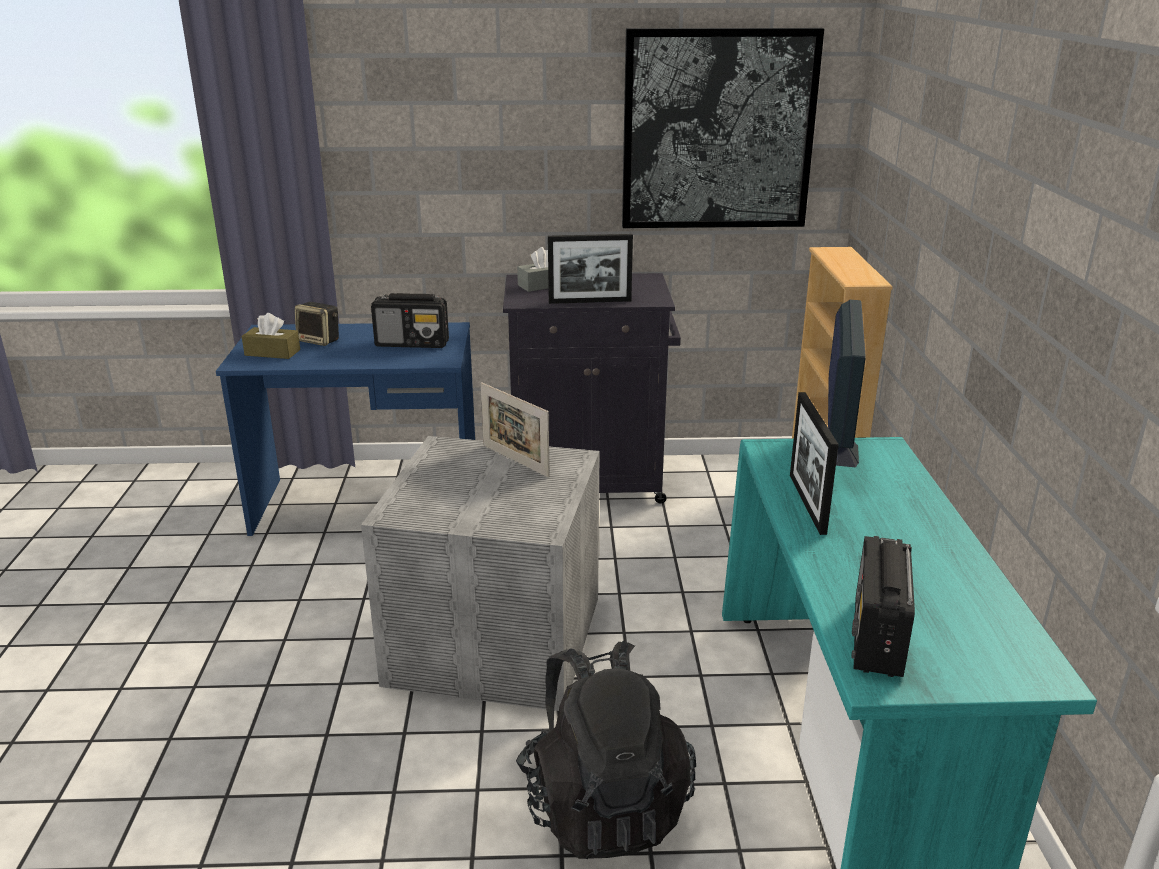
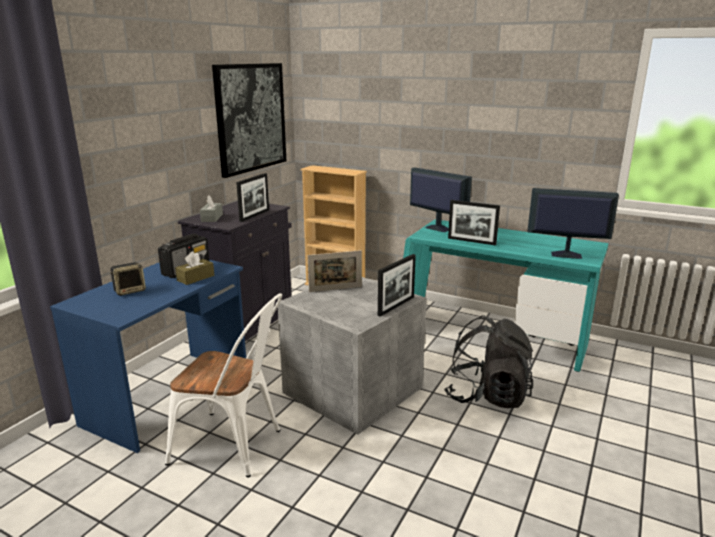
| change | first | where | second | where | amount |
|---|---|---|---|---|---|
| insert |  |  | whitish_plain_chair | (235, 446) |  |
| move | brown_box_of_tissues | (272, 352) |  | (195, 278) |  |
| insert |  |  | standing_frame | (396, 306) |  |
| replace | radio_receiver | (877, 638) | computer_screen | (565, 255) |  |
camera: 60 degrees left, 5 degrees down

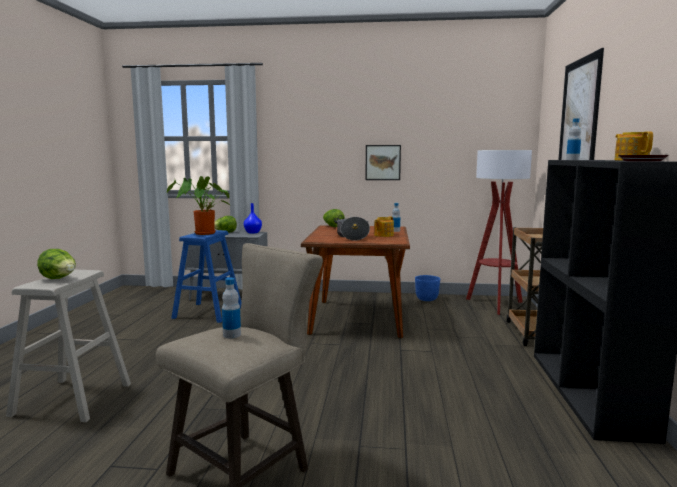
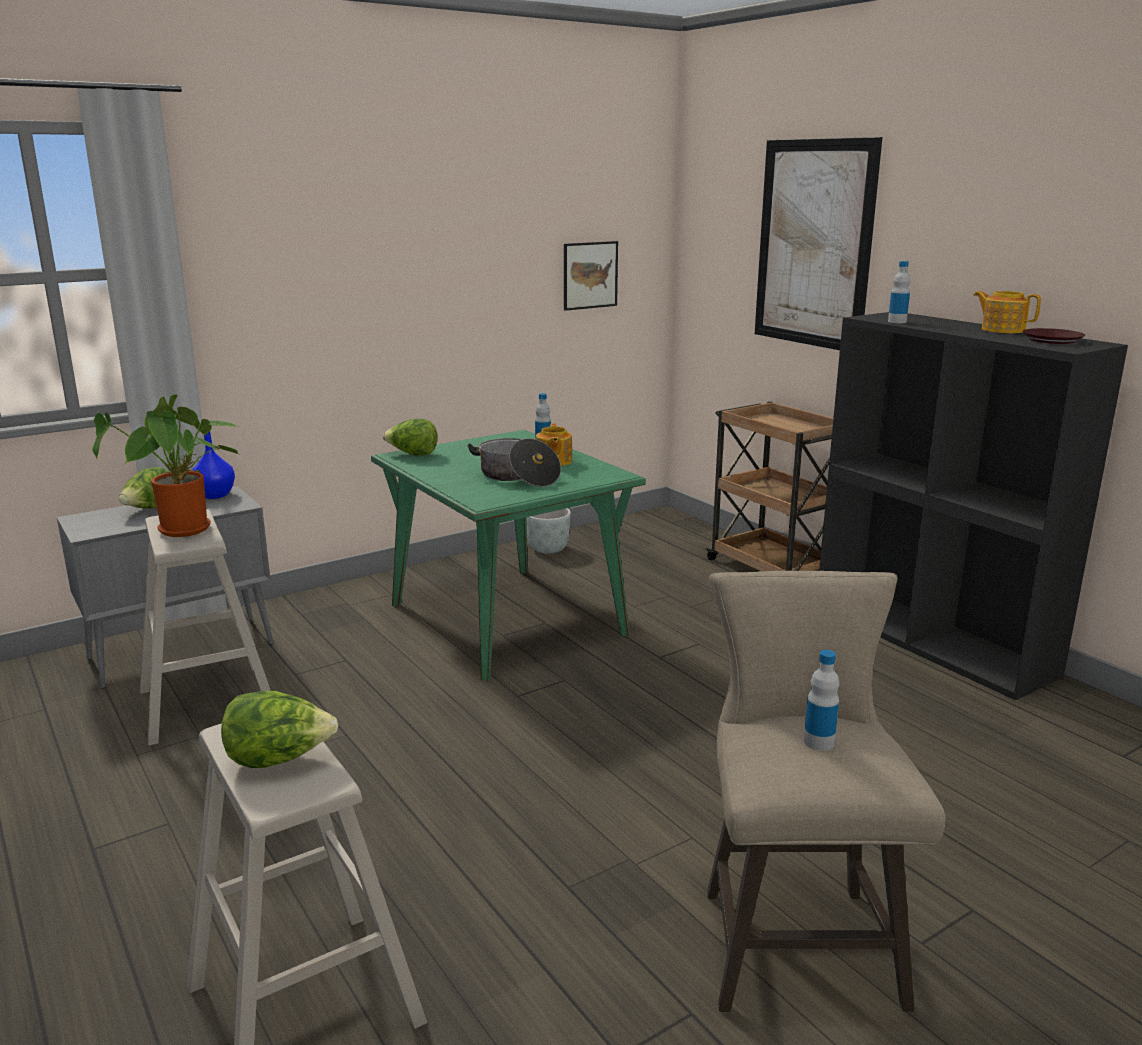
| change | first | where | second | where | amount |
|---|---|---|---|---|---|
| recolor | blue-coloured_stool_seat | (208, 312) | beige_stool_seat | (207, 702) |  |
| recolor | brown_dining_table | (358, 318) | green-coloured_dining_table | (506, 619) |  |
| recolor | blue-coloured_planter | (427, 299) | grey_planter | (548, 549) |  |
| move | picture | (383, 162) |  | (590, 275) |  |
| delete | standing_lamp | (495, 305) |  |  |  |
camera: 40 degrees left, 10 degrees up

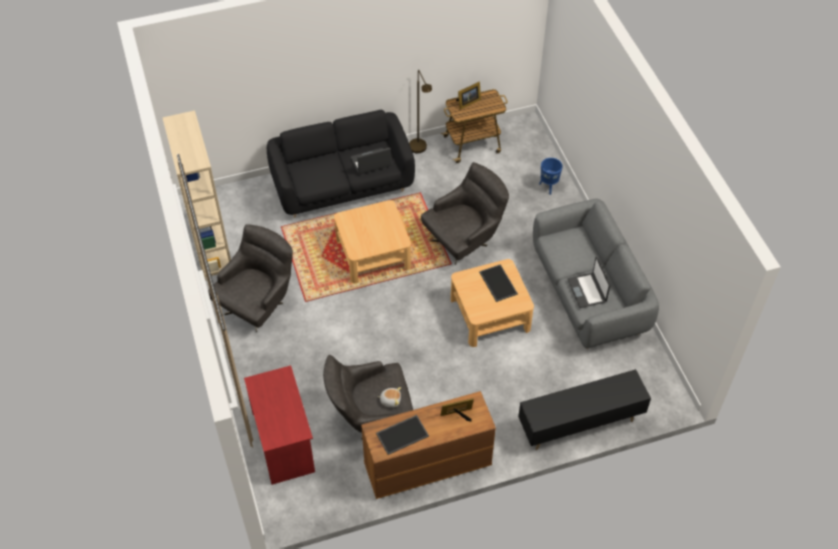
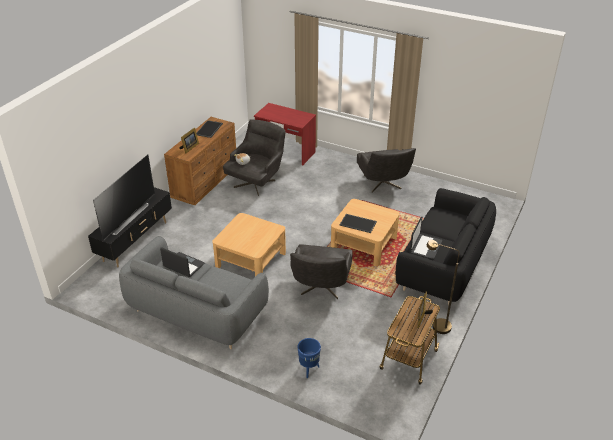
| change | first | where | second | where | amount |
|---|---|---|---|---|---|
| insert |  |  | television | (127, 217) |  |
| move | serving_tray | (497, 283) |  | (358, 223) |  |
| delete | beige_shelving_unit | (211, 249) |  |  |  |
camera: 135 degrees right, 15 degrees down

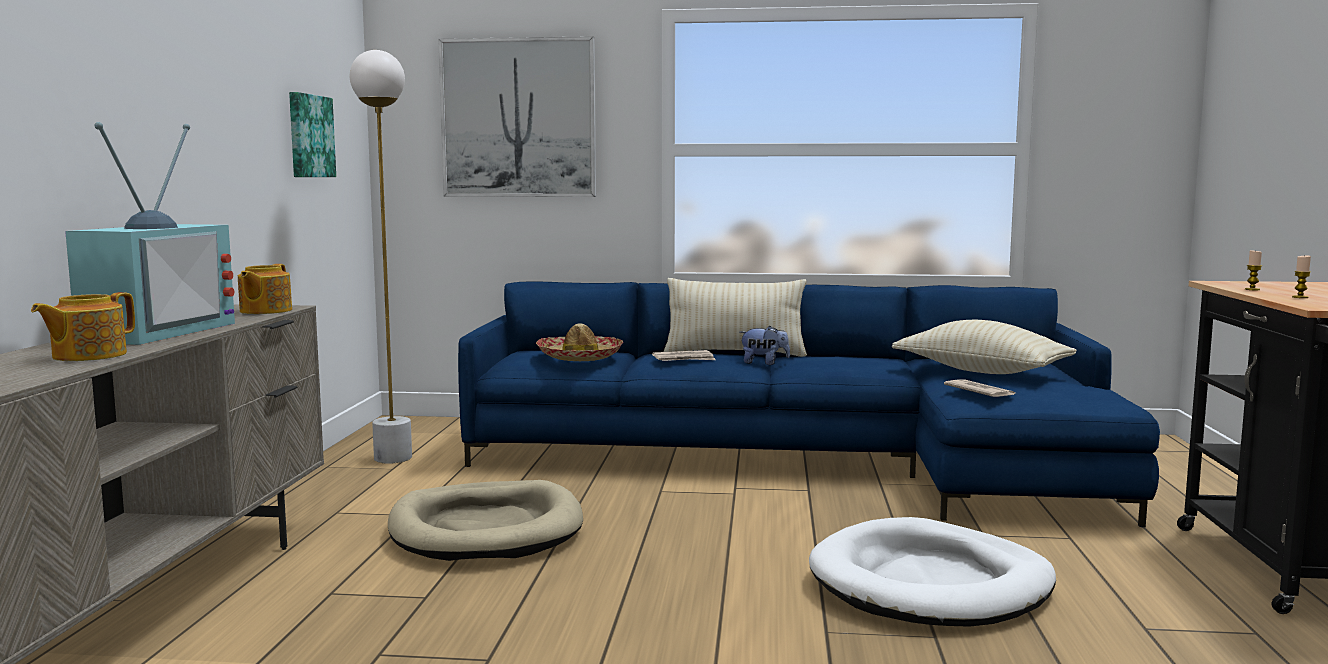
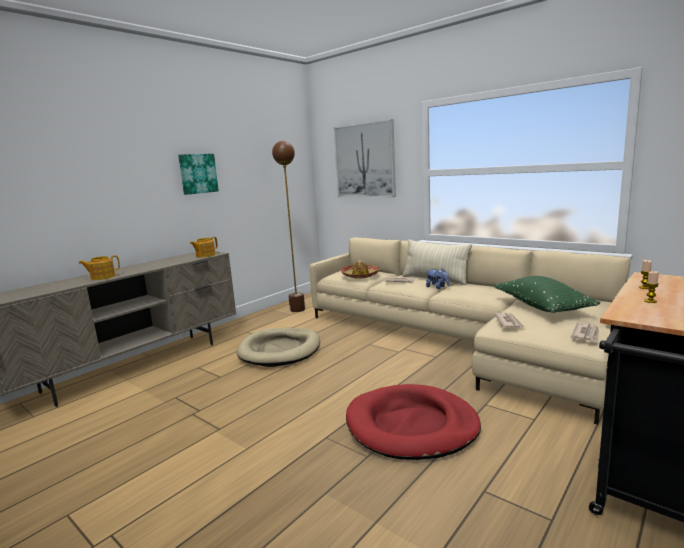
| change | first | where | second | where | amount |
|---|---|---|---|---|---|
| move | picture | (309, 136) |  | (198, 173) |  |
| recolor | whitish_standing_lamp | (393, 458) | brown_standing_lamp | (297, 309) |  |
| recolor | blue-coloured_couch | (807, 462) | beige_couch | (460, 339) |  |
| recolor | whitish_dog_bed | (931, 583) | red_dog_bed | (411, 426) |  |
| recolor | beige_throw_pillow | (981, 371) | green-coloured_throw_pillow | (542, 307) |  |
| insert |  |  | printed_paper | (586, 334) |  |
| delete | television | (154, 331) |  |  |  |
camera: 35 degrees right, 5 degrees up

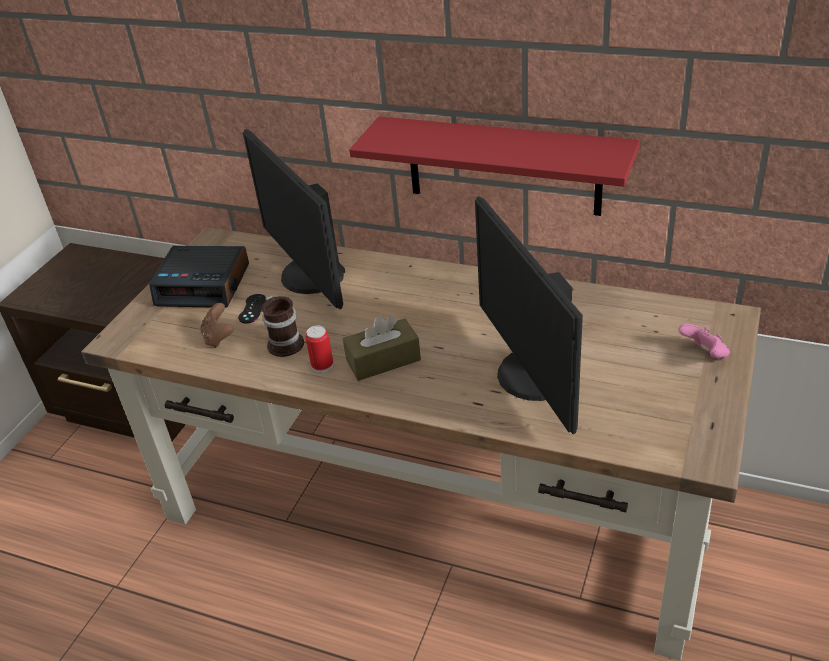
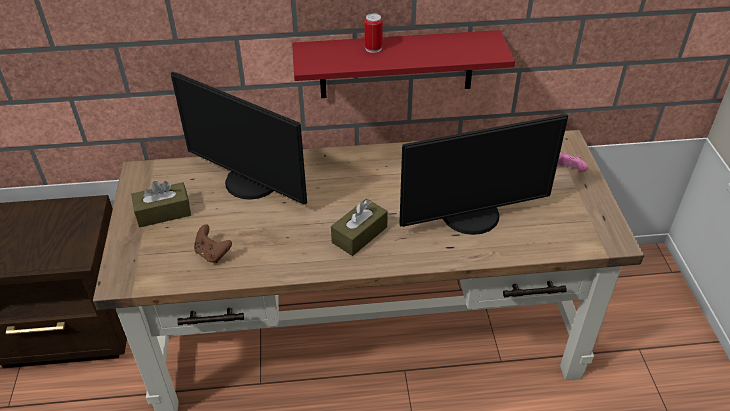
| change | first | where | second | where | amount |
|---|---|---|---|---|---|
| replace | table_clock | (204, 285) | brown_box_of_tissues | (163, 212) |  |
| move | metal_can | (322, 365) |  | (373, 48) |  |
| rotate | computer_screen | (531, 376) |  | (472, 216) | 60 degrees counterclockwise |
| delete | black_gamepad | (252, 309) |  |  |  |
| delete | tea_mug | (286, 342) |  |  |  |
camera: 30 degrees left, 5 degrees up

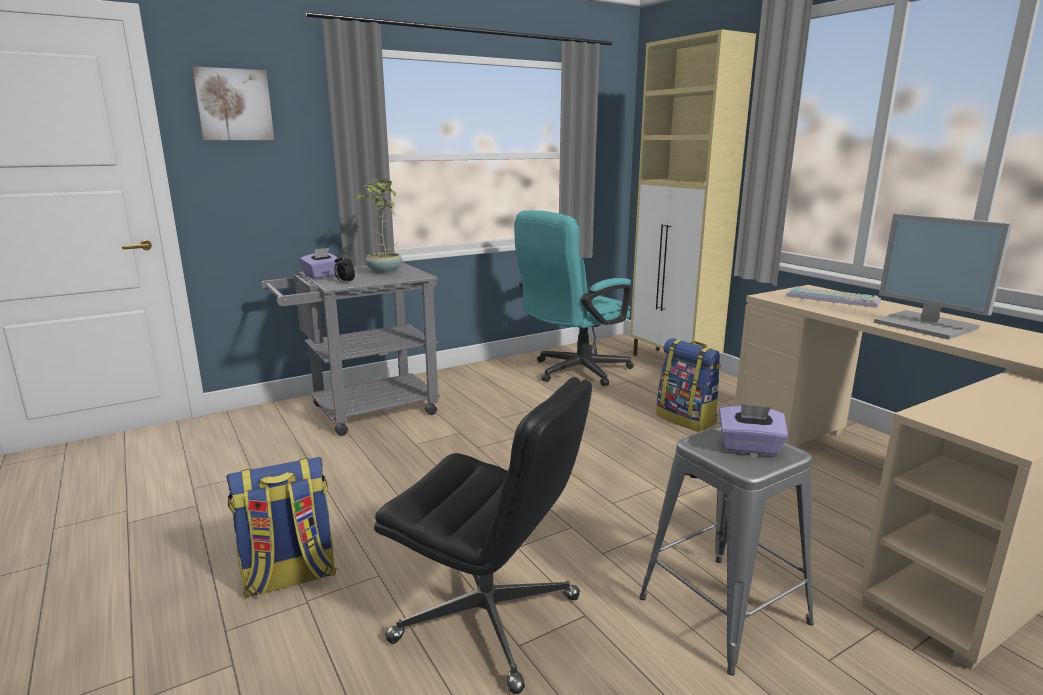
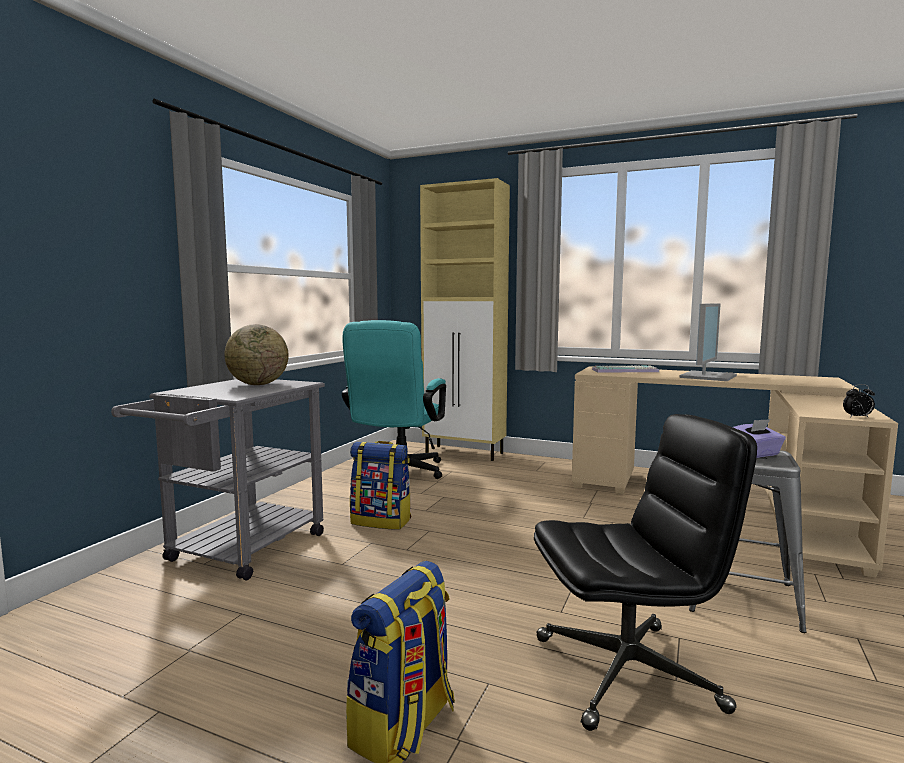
| change | first | where | second | where | amount |
|---|---|---|---|---|---|
| replace | houseplant | (384, 272) | world_globe | (258, 384) |  |
| move | knapsack | (687, 419) |  | (382, 521) |  |
| rotate | computer_screen | (927, 325) |  | (707, 376) | 75 degrees counterclockwise |
| move | table_clock | (345, 282) |  | (857, 417) |  |
| delete | picture | (234, 105) |  |  |  |
| delete | purple_box_of_tissues | (322, 275) |  |  |  |
camera: 35 degrees left, 10 degrees down

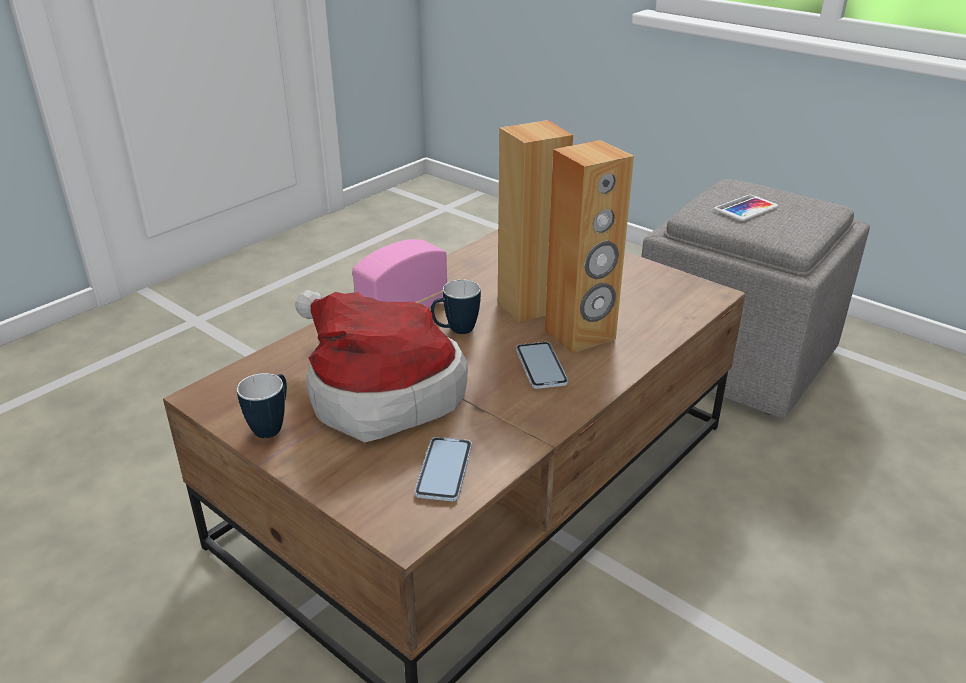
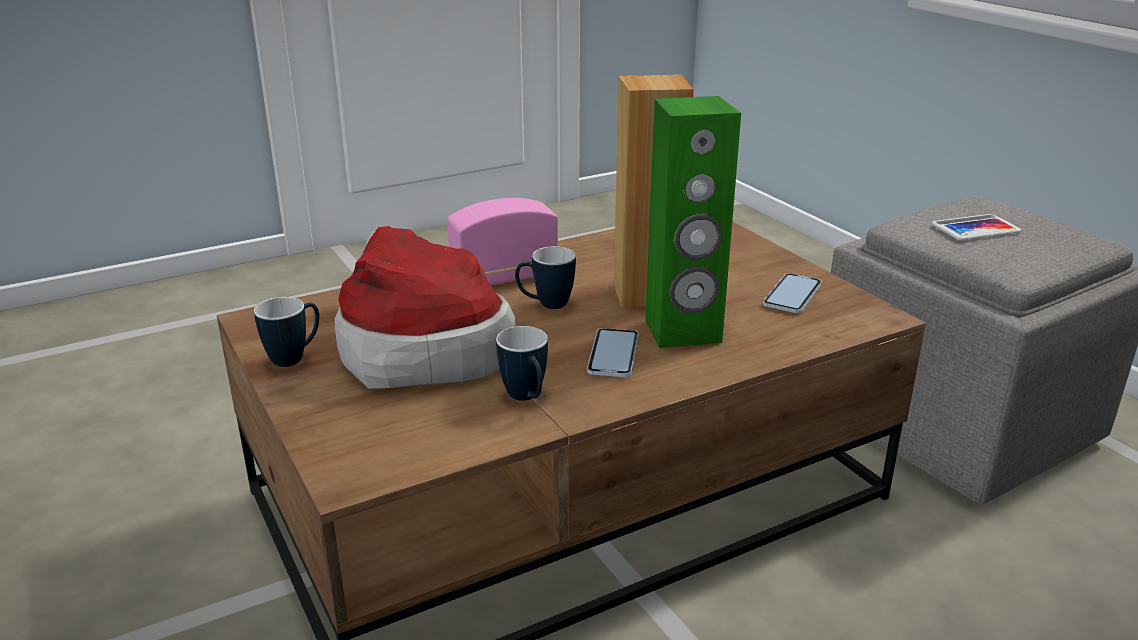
| change | first | where | second | where | amount |
|---|---|---|---|---|---|
| insert |  |  | tea_mug | (527, 398) |  |
| recolor | brown_loudspeaker | (580, 335) | green-coloured_loudspeaker | (683, 332) |  |
| move | phone | (444, 470) |  | (792, 295) |  |
camera: 20 degrees right, 5 degrees down

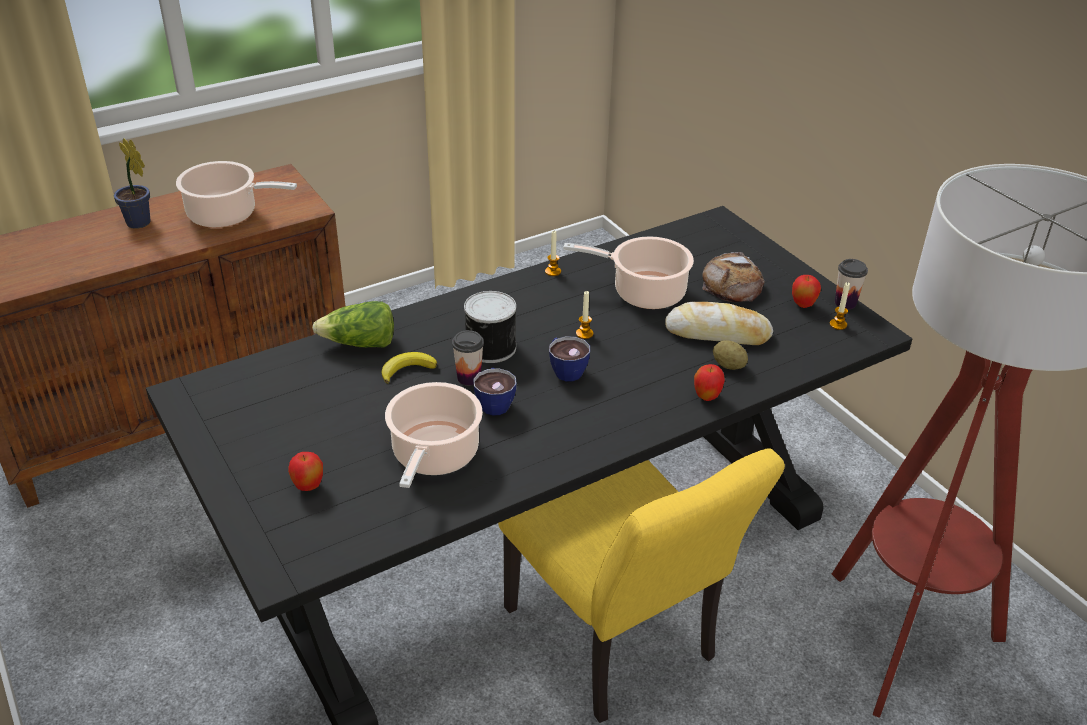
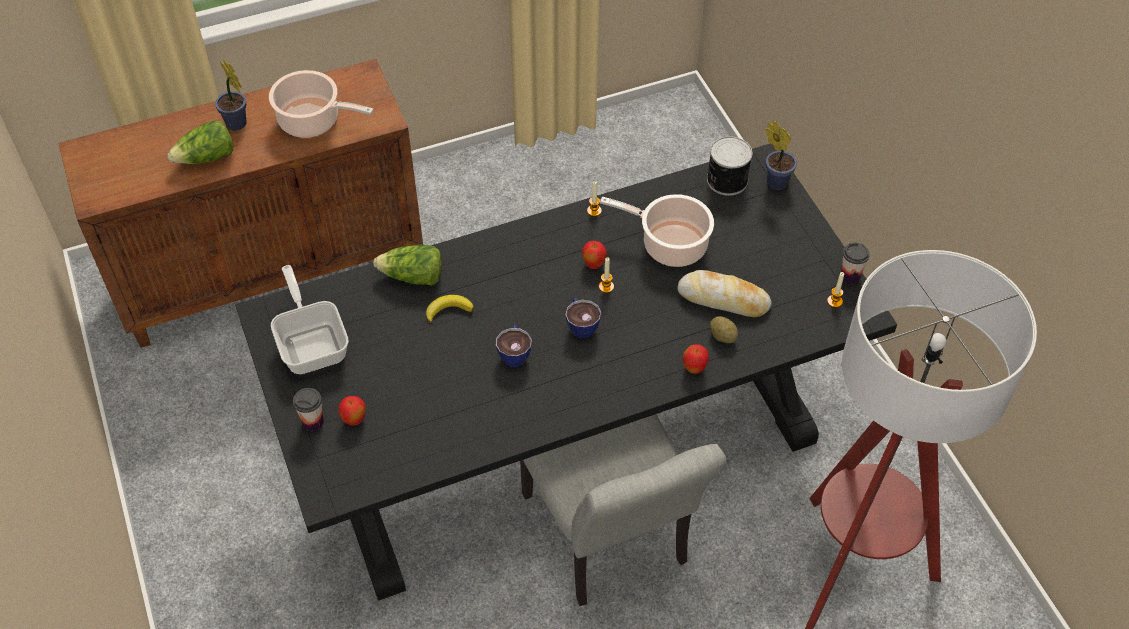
| change | first | where | second | where | amount |
|---|---|---|---|---|---|
| insert |  |  | head_of_lettuce | (207, 158) |  |
| insert |  |  | skillet | (312, 342) |  |
| move | cup | (469, 378) |  | (313, 422) |  |
| recolor | yellowish_plain_chair | (618, 644) | grey_plain_chair | (610, 539) |  |
| move | whole_apple | (803, 305) |  | (594, 264) |  |
| move | metal_can | (489, 347) |  | (726, 180) |  |
| insert |  |  | houseplant | (775, 181) |  |
| delete | cooking_pot | (434, 456) |  |  |  |
| delete | bread | (732, 285) |  |  |  |
camera: 10 degrees right, 15 degrees up

